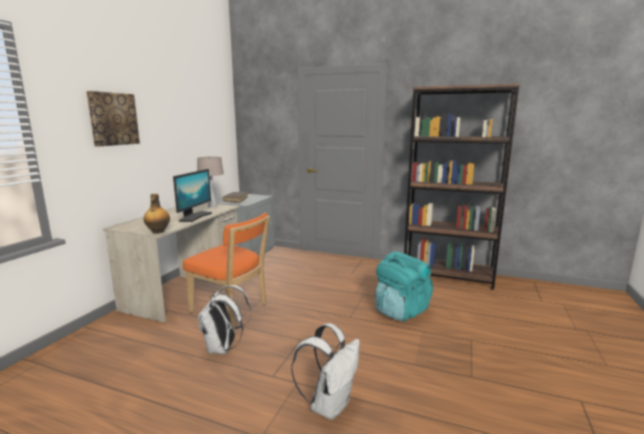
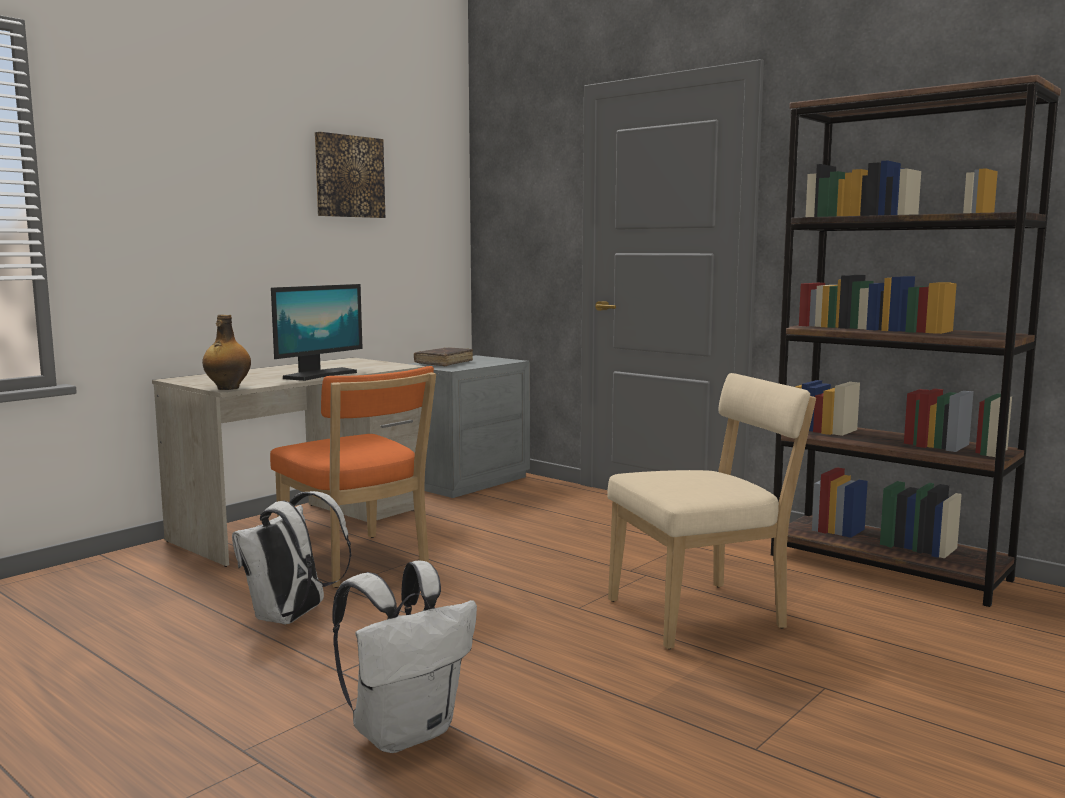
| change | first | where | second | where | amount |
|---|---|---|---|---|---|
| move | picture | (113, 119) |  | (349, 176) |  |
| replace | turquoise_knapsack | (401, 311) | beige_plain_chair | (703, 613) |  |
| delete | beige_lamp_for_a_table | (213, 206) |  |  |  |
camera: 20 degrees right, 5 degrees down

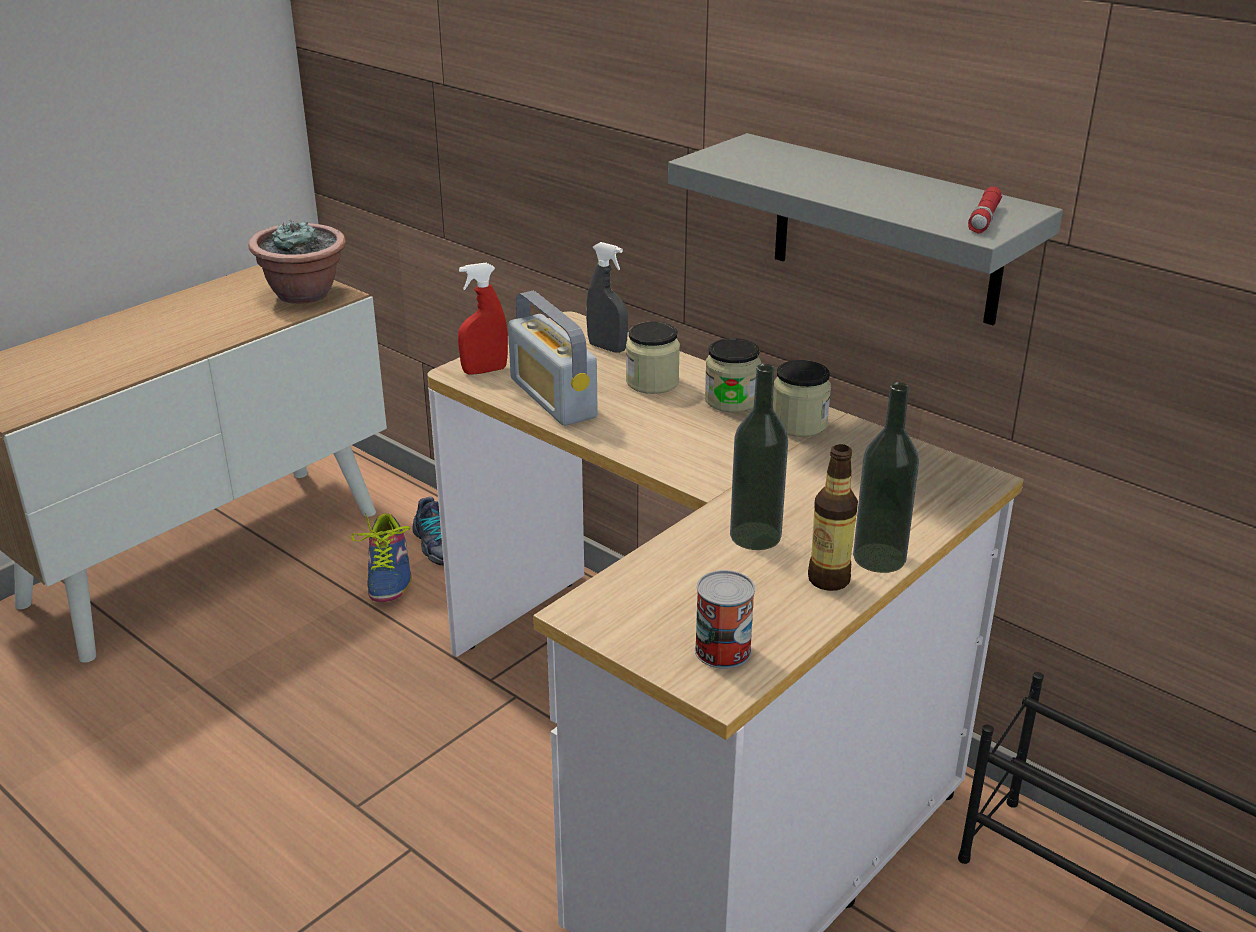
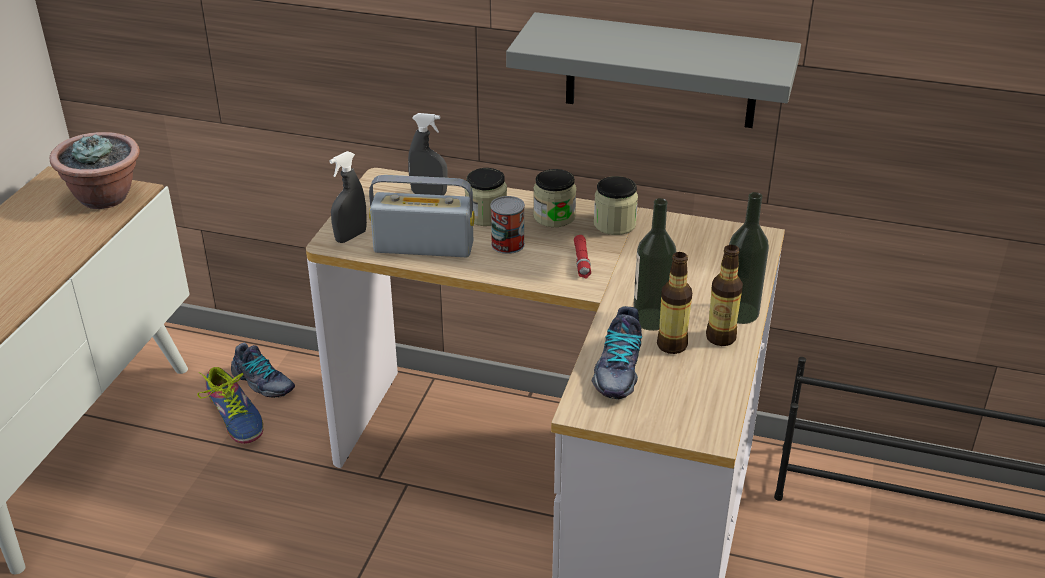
| change | first | where | second | where | amount |
|---|---|---|---|---|---|
| recolor | red_hand_sprayer | (484, 371) | grey_hand_sprayer | (351, 236) |  |
| rotate | radio_receiver | (553, 398) |  | (423, 247) | 150 degrees clockwise |
| move | metal_can | (722, 650) |  | (507, 244) |  |
| move | red_torch | (984, 218) |  | (582, 261) |  |
| insert |  |  | low_shoe | (617, 369) |  |
| insert |  |  | drink_bottle | (671, 345) |  |
camera: 25 degrees left, 5 degrees up

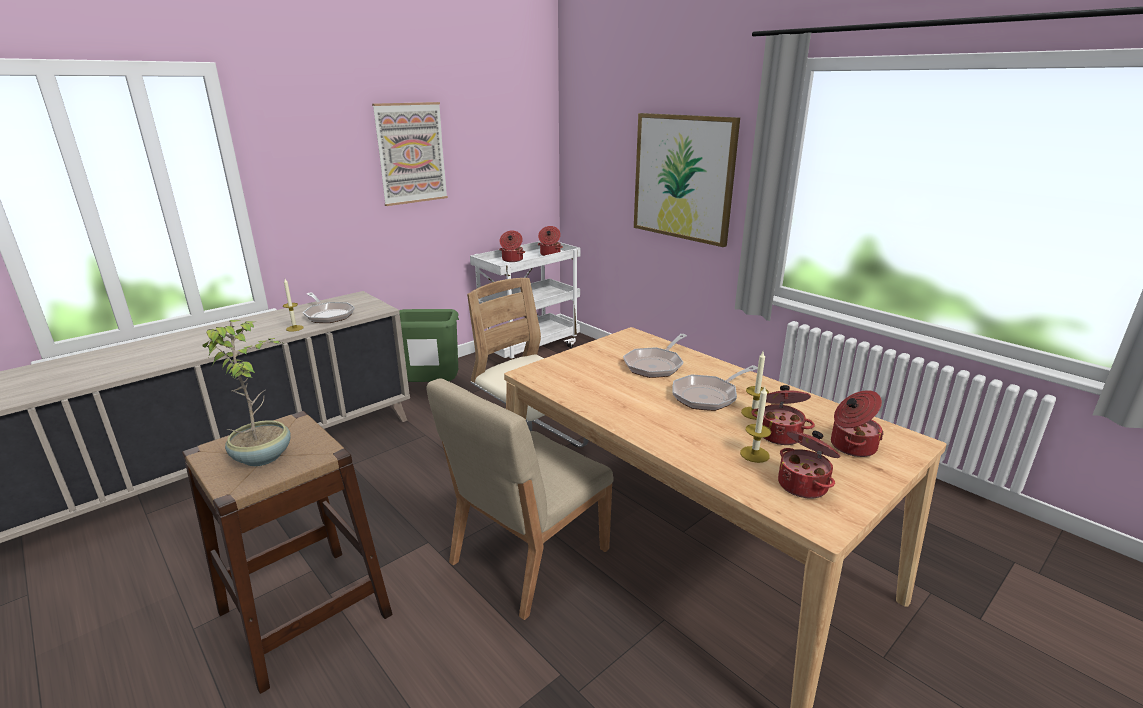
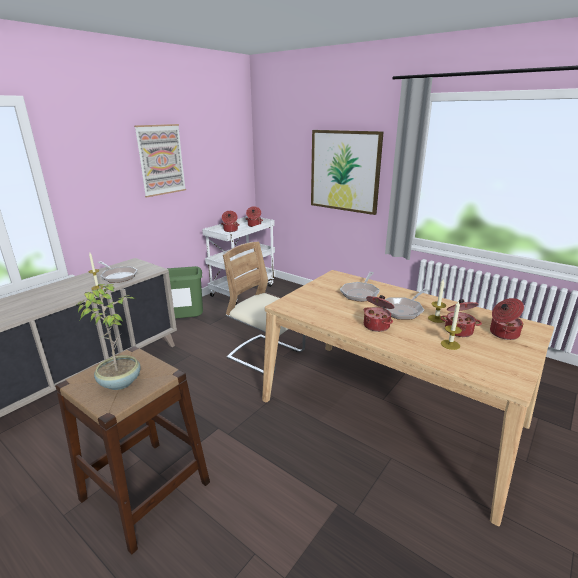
| change | first | where | second | where | amount |
|---|---|---|---|---|---|
| move | cooking_pot | (803, 485) |  | (377, 325) |  |
| delete | beige_plain_chair | (527, 556) |  |  |  |
camera: 10 degrees left, 0 degrees up

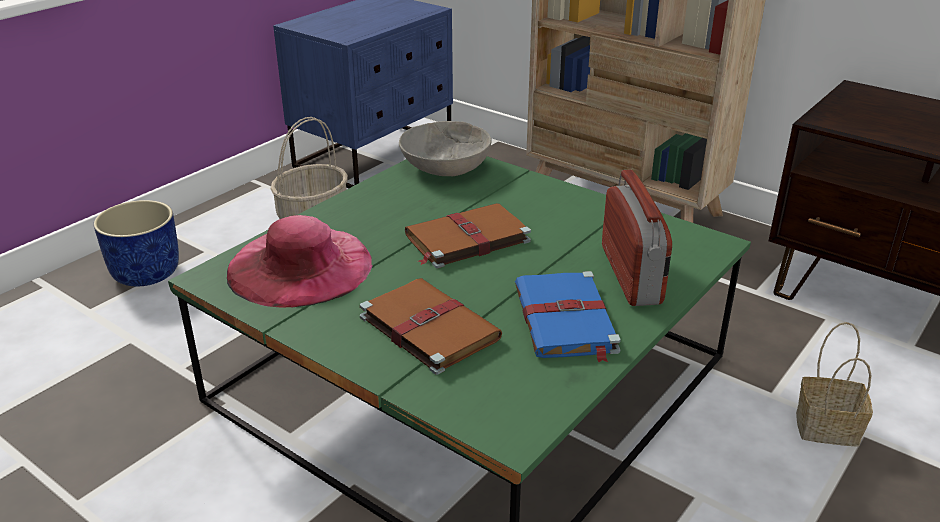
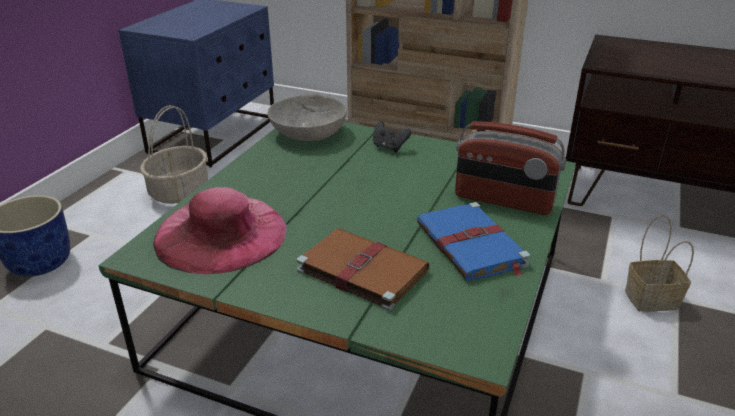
| change | first | where | second | where | amount |
|---|---|---|---|---|---|
| insert |  |  | black_gamepad | (389, 147) |  |
| rotate | radio_receiver | (632, 275) |  | (503, 201) | 135 degrees clockwise |
| delete | brown_bound_book | (465, 239) |  |  |  |
camera: 15 degrees left, 0 degrees up

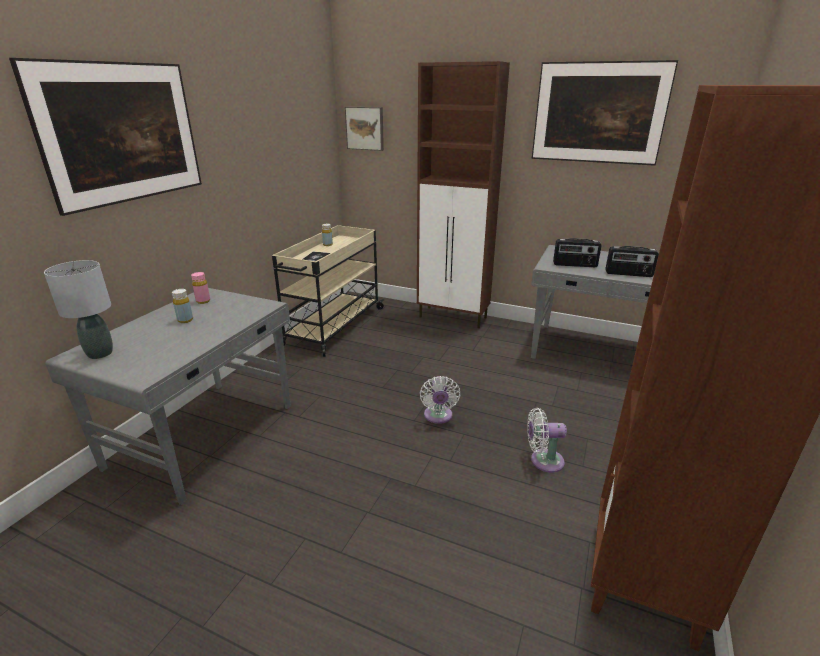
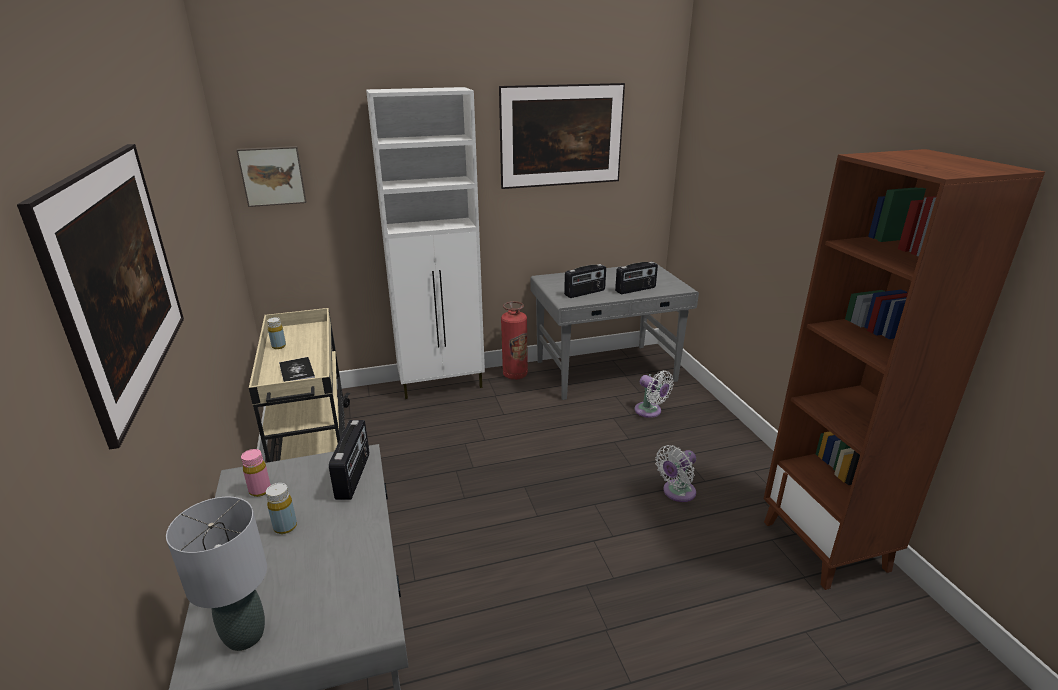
| change | first | where | second | where | amount |
|---|---|---|---|---|---|
| insert |  |  | radio_receiver | (354, 476) |  |
| recolor | brown_cabinet | (453, 317) | whitish_cabinet | (443, 385) |  |
| insert |  |  | extinguisher | (515, 375) |  |
| move | whitish_cooling_fan | (438, 417) |  | (650, 411) |  |
camera: 40 degrees left, 0 degrees up

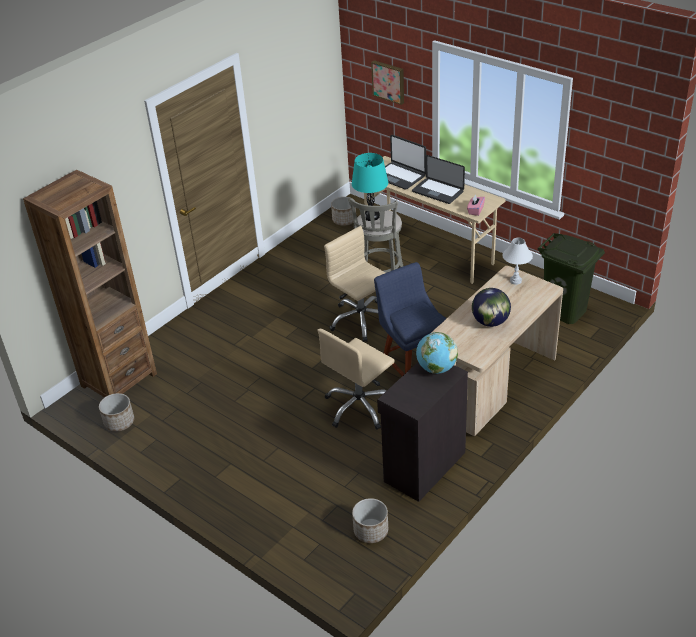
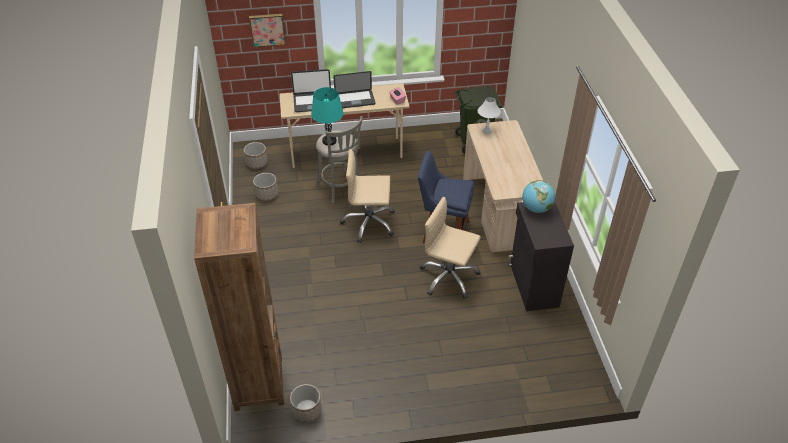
| change | first | where | second | where | amount |
|---|---|---|---|---|---|
| move | planter | (370, 531) |  | (266, 194) |  |
| rotate | beige_desk_chair | (359, 407) |  | (448, 278) | 120 degrees clockwise |
| delete | world_globe | (490, 322) |  |  |  |
camera: 50 degrees left, 5 degrees up

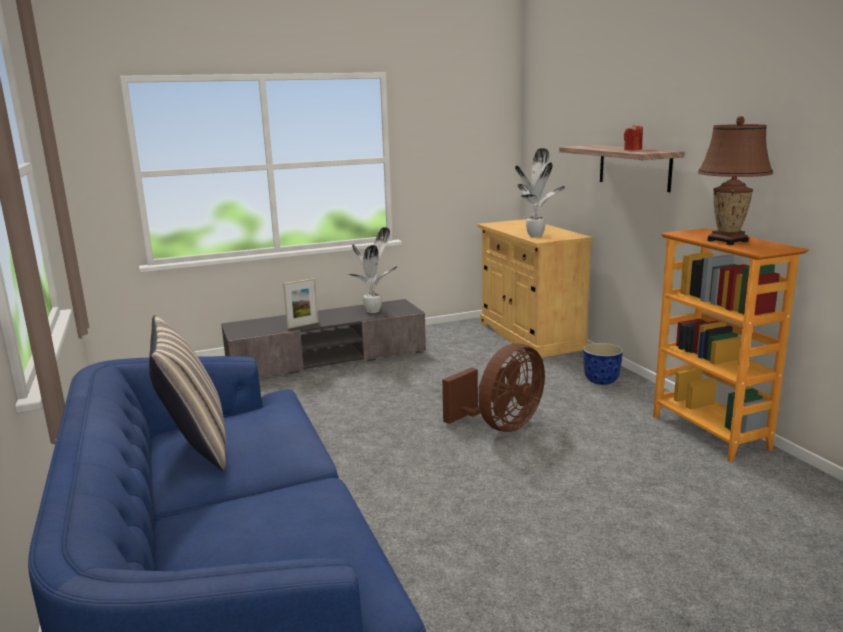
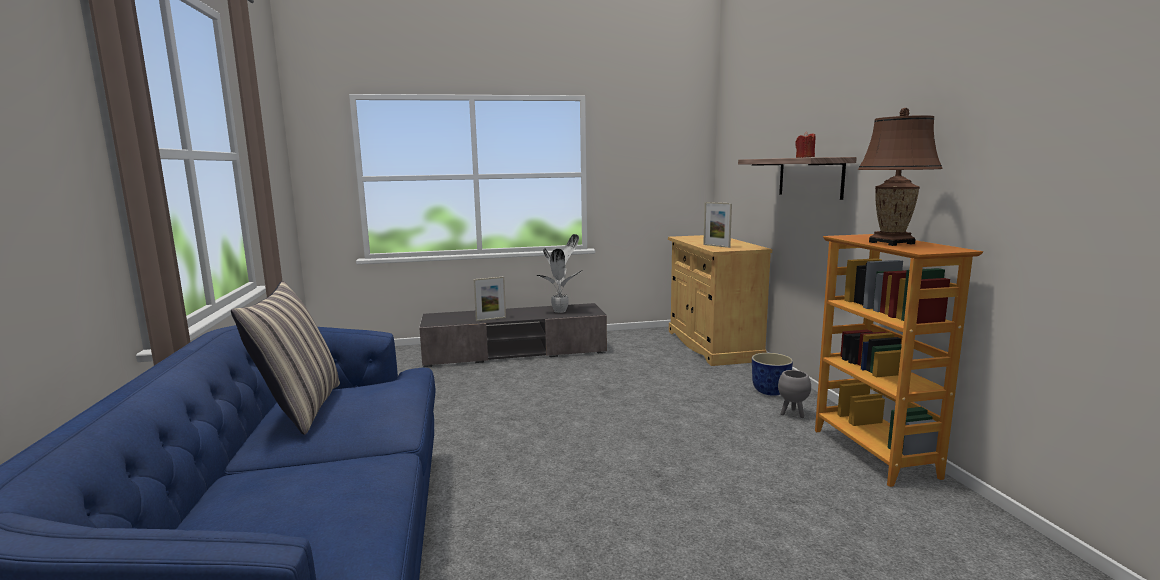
| change | first | where | second | where | amount |
|---|---|---|---|---|---|
| replace | houseplant | (536, 235) | standing_frame | (716, 246) |  |
| insert |  |  | grey_planter | (792, 414) |  |
| delete | brown_cooling_fan | (500, 426) |  |  |  |
camera: 10 degrees right, 5 degrees down

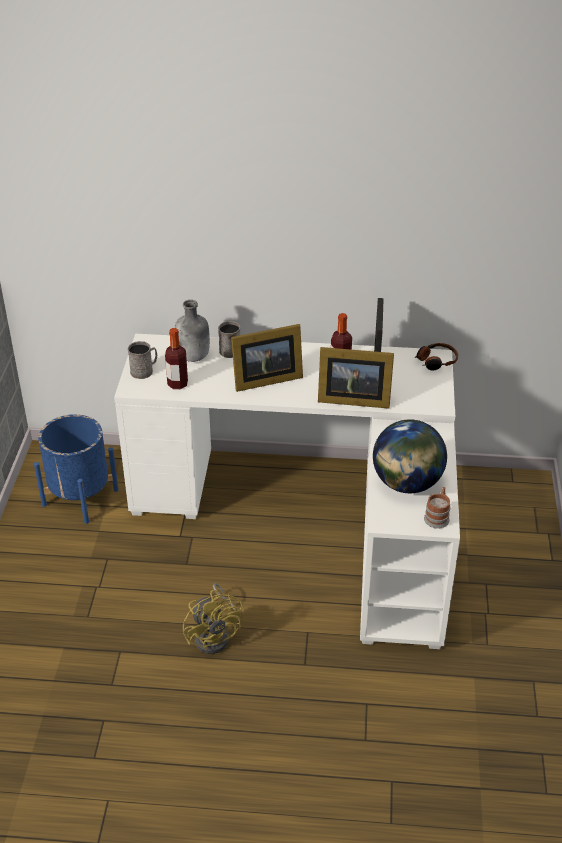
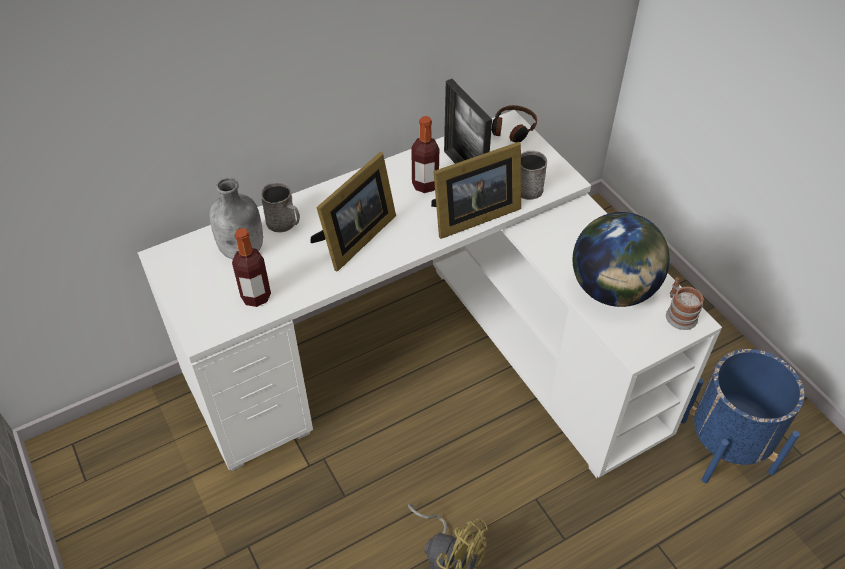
| change | first | where | second | where | amount |
|---|---|---|---|---|---|
| move | grey_tea_mug | (144, 371) |  | (530, 186) |  |
| move | blue-coloured_planter | (80, 497) |  | (726, 445) |  |
camera: 35 degrees left, 10 degrees up

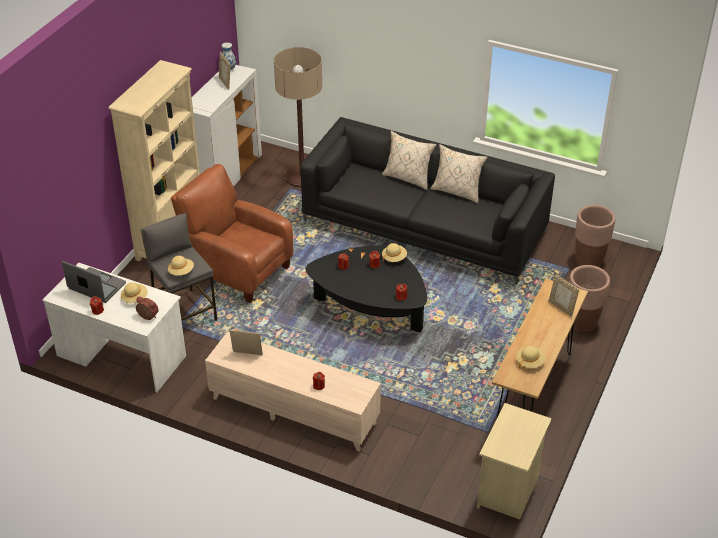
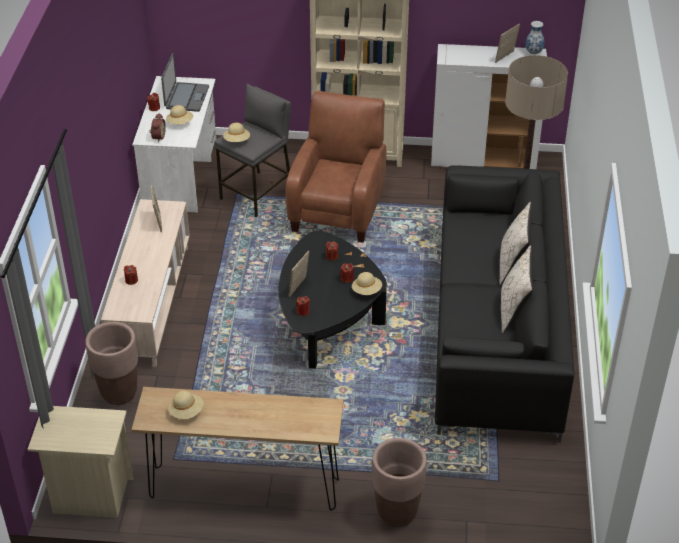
| change | first | where | second | where | amount |
|---|---|---|---|---|---|
| move | brown_planter | (588, 261) |  | (119, 393) |  |
| move | standing_frame | (561, 307) |  | (299, 287) |  |
camera: 70 degrees right, 0 degrees up

